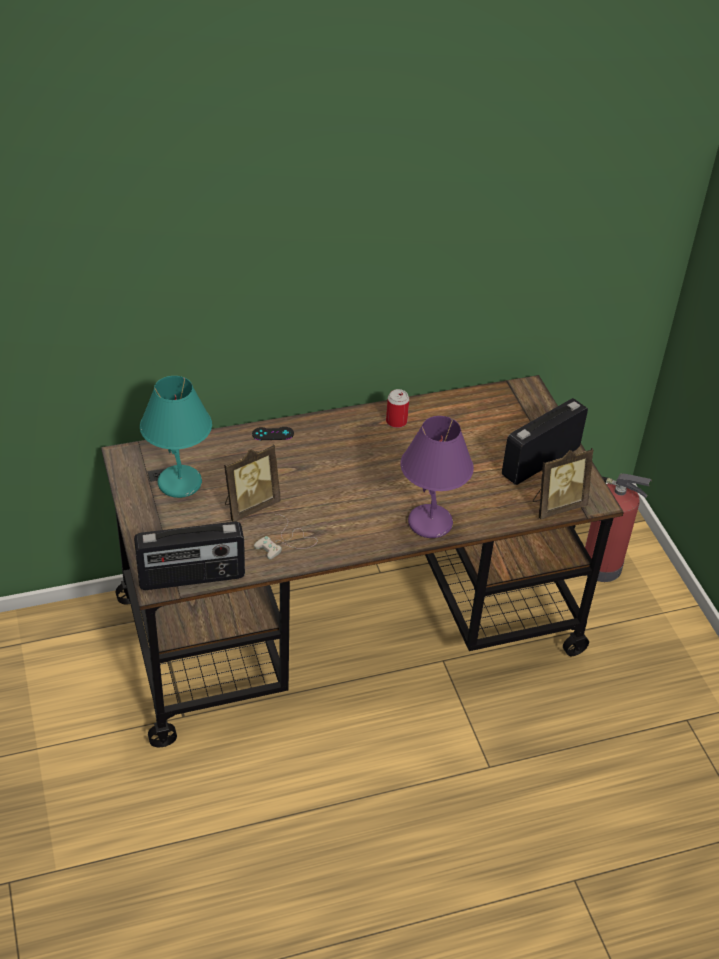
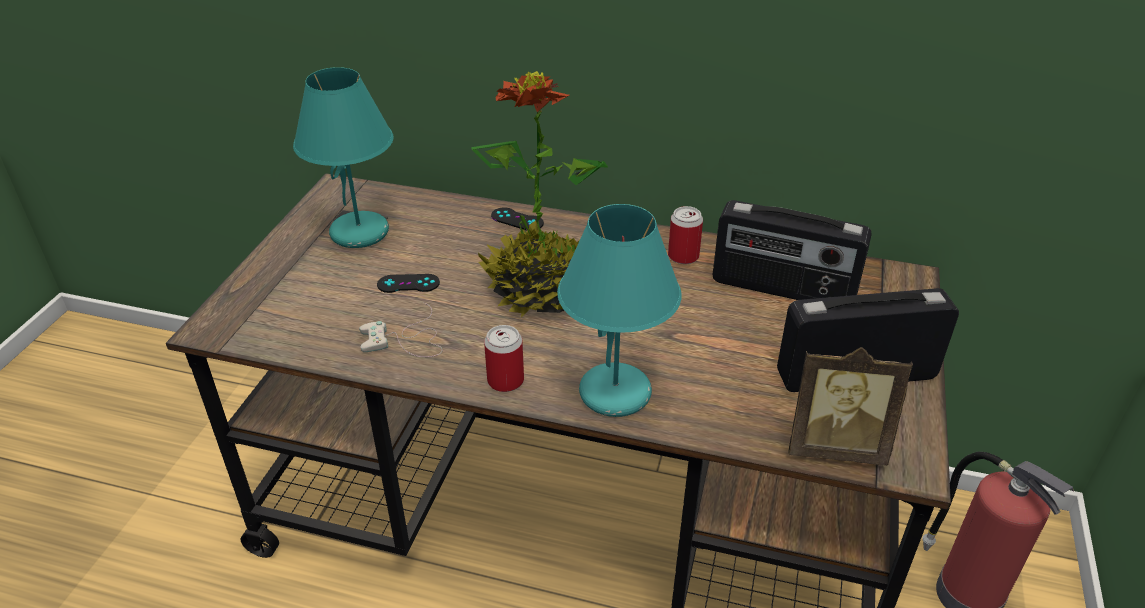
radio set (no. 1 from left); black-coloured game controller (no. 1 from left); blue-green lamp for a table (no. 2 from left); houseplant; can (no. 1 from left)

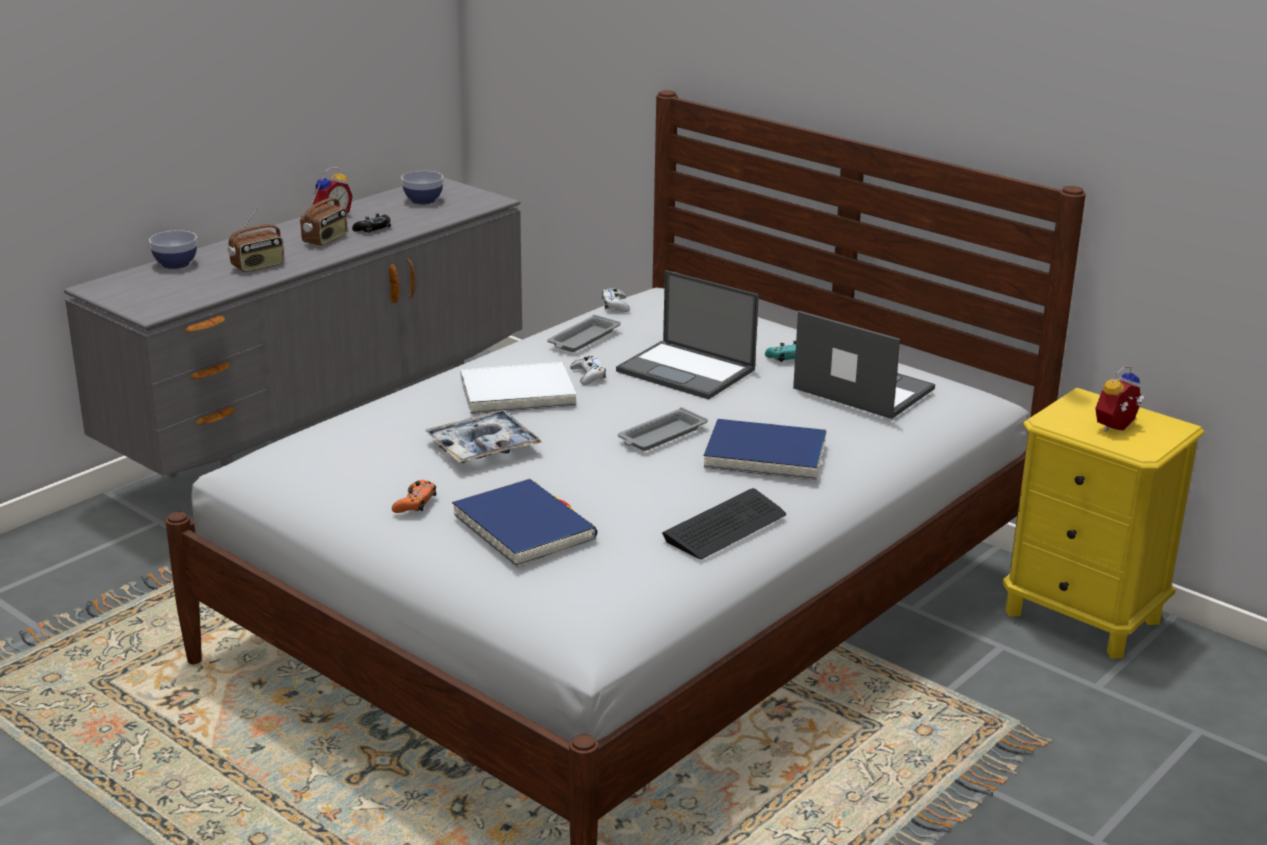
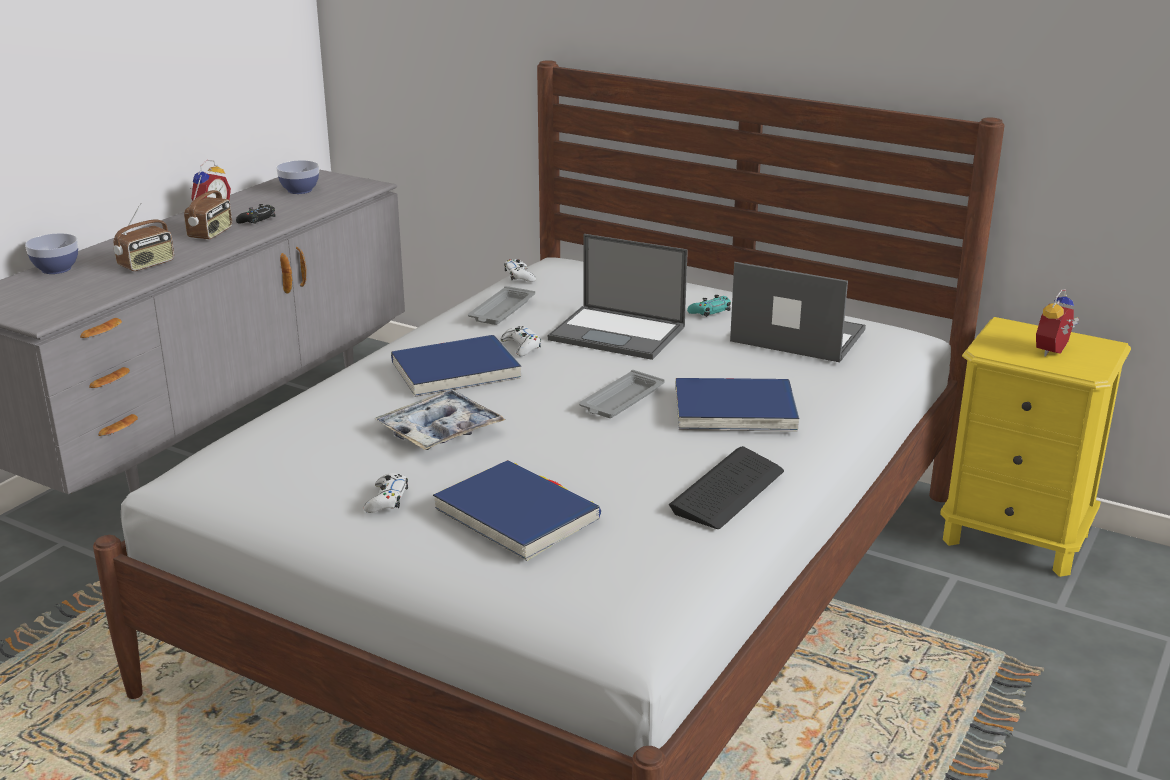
white-coloured game controller (no. 1 from left); blue-coloured volume (no. 1 from left)

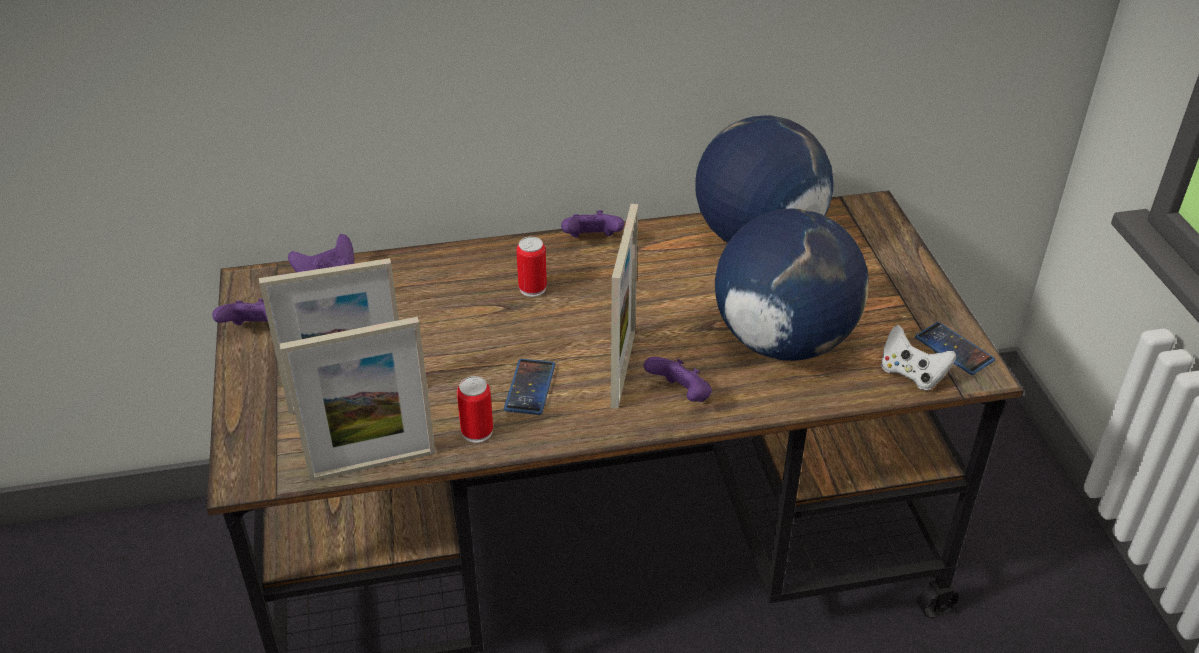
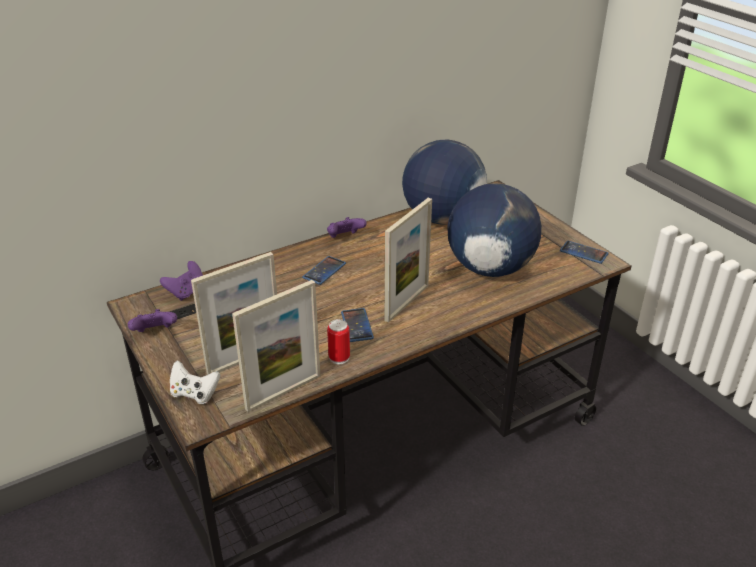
handset (no. 1 from left); photo frame (no. 3 from left); purplish game controller (no. 4 from left in the first image); white-coloured game controller

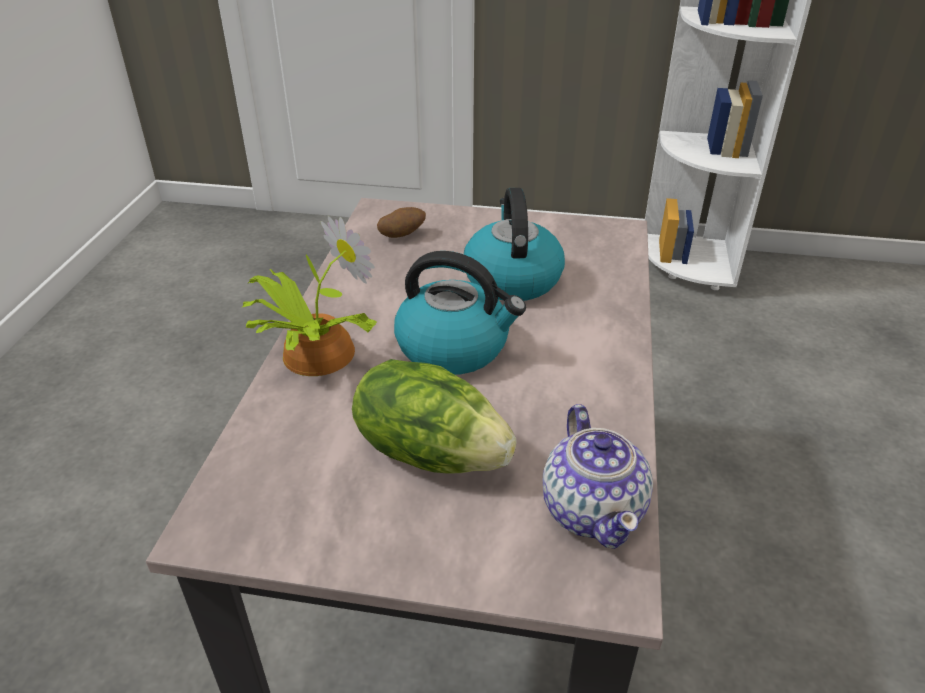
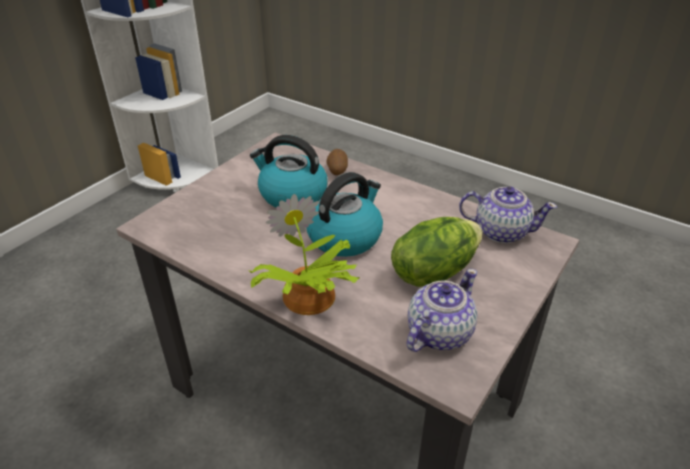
potato; tea pot (no. 1 from left)

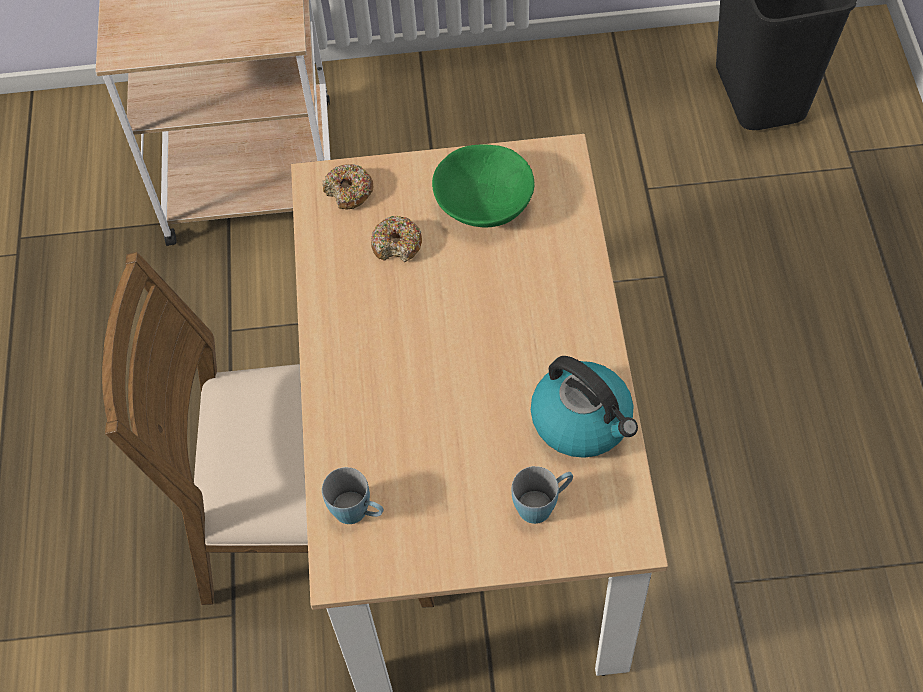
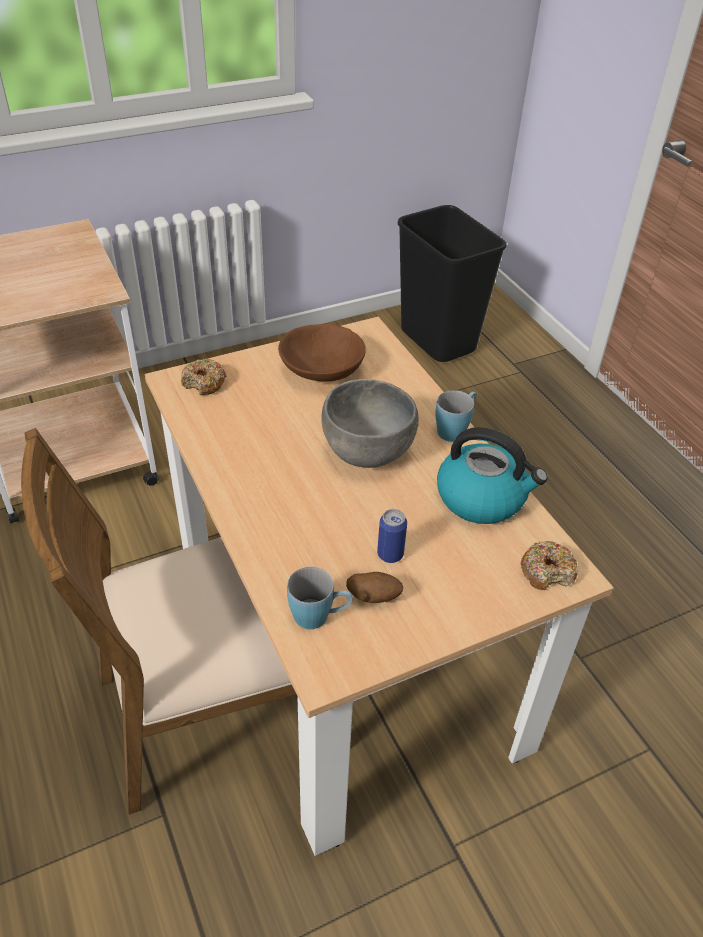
doughnut (no. 2 from left); brown bowl; blue-coloured tea mug (no. 2 from left); grey bowl; potato; can

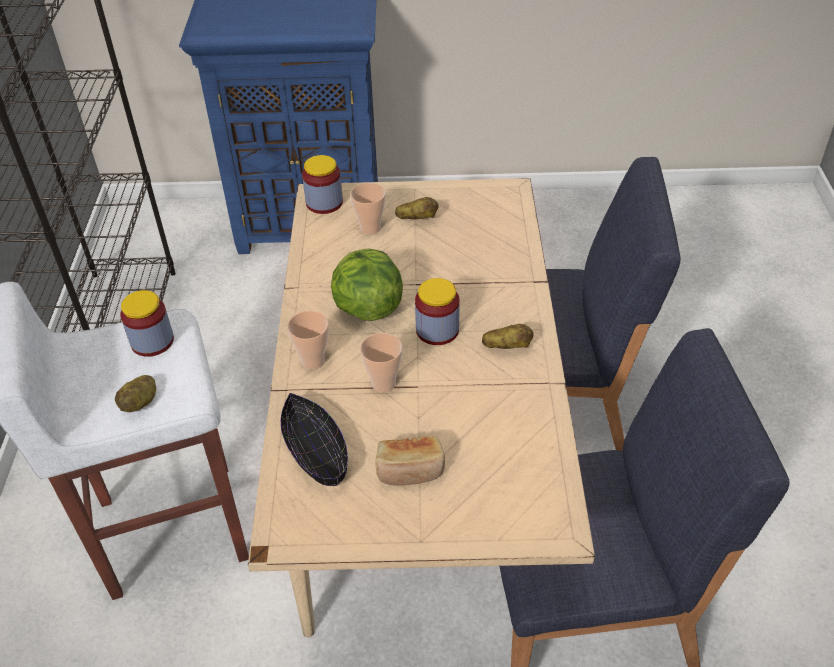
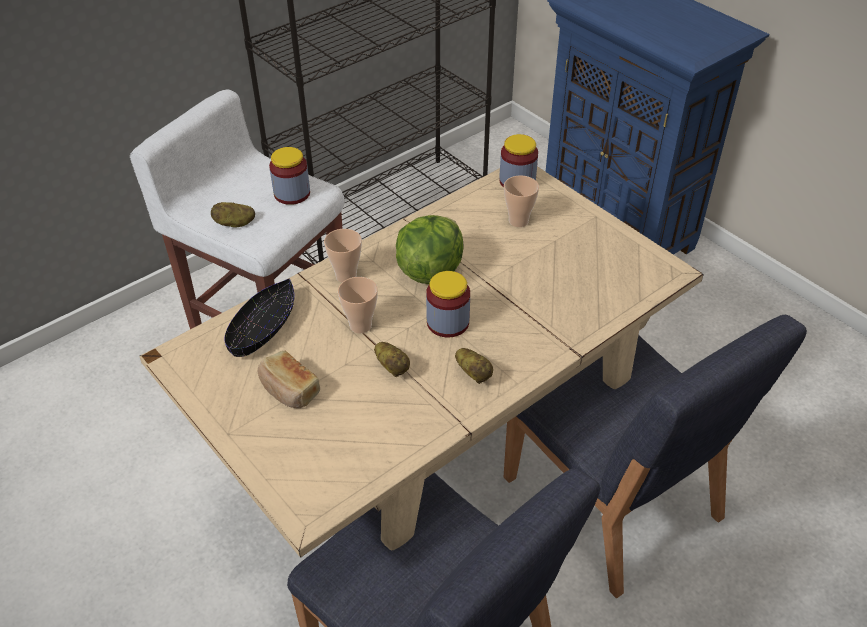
potato (no. 2 from left)

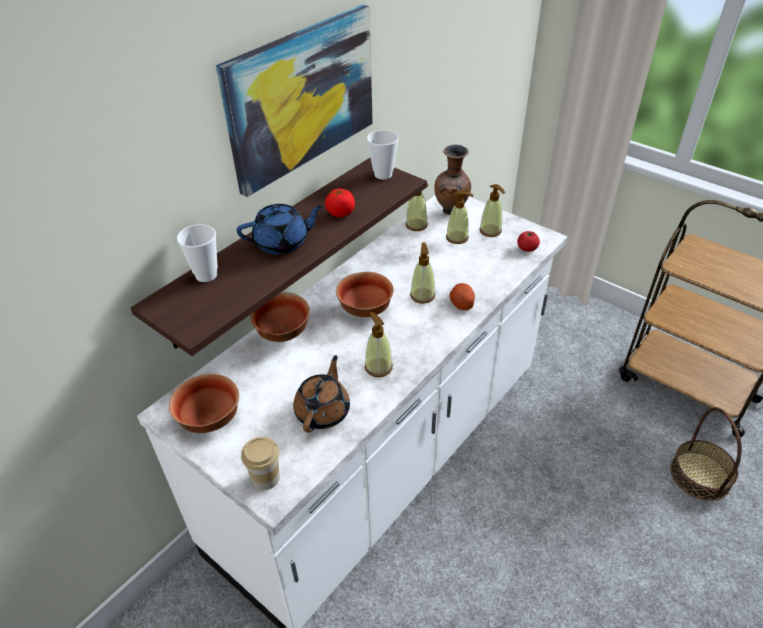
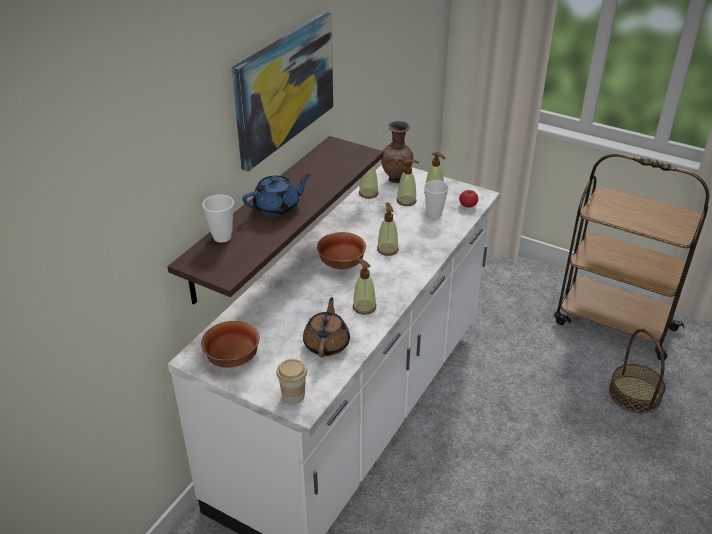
bowl (no. 2 from left in the first image); tomato (no. 1 from left in the first image); drinking cup (no. 3 from left); potato

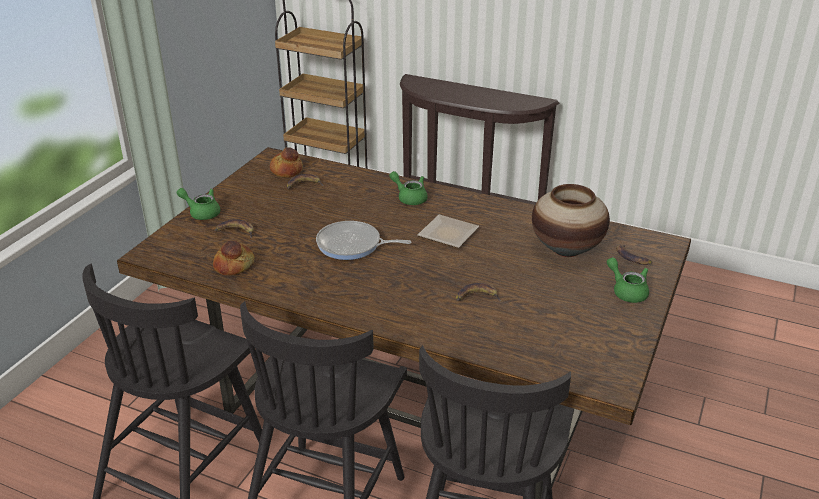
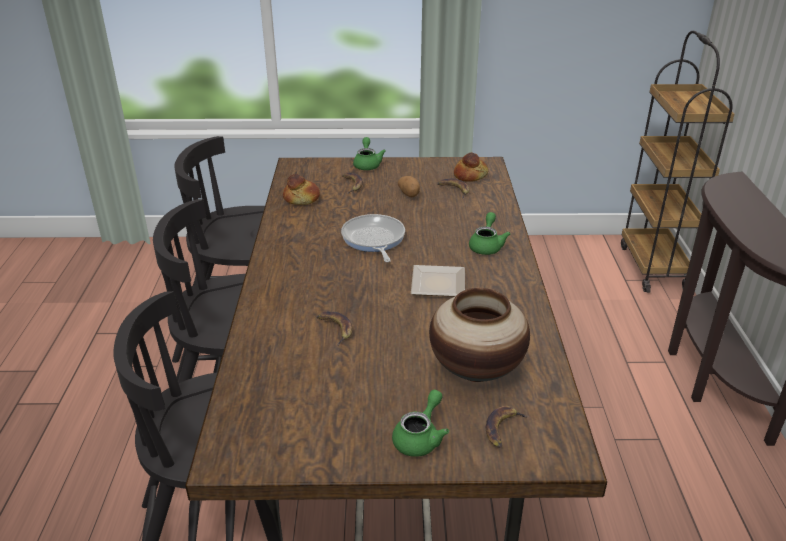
potato

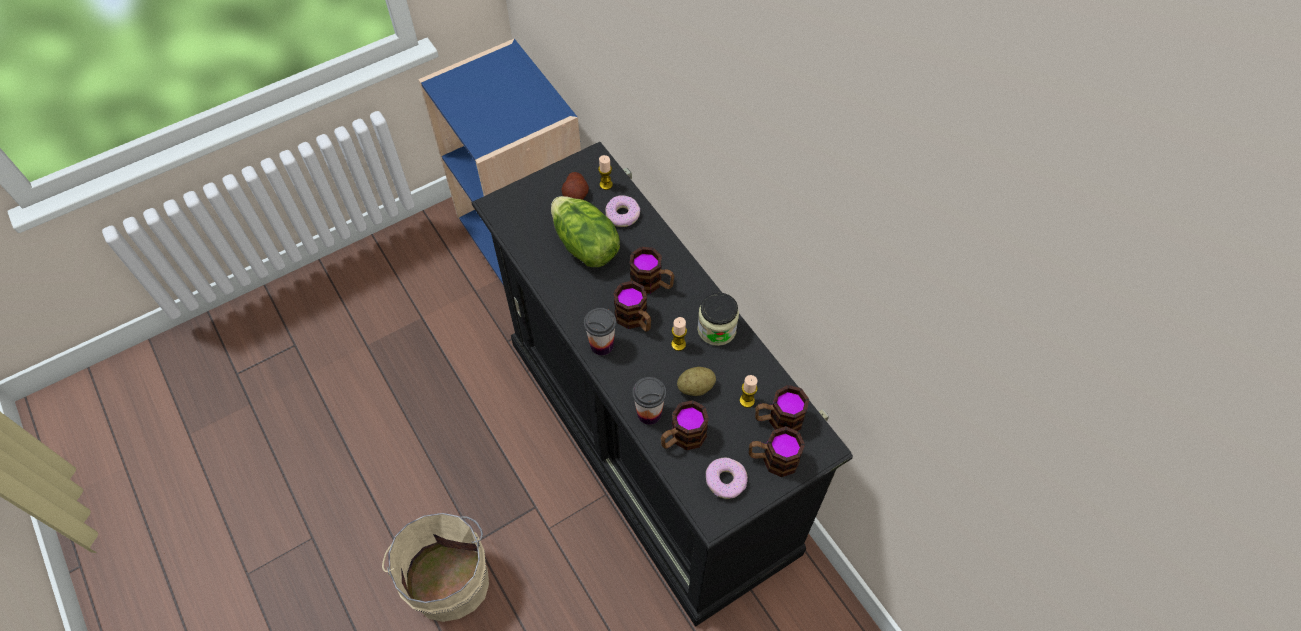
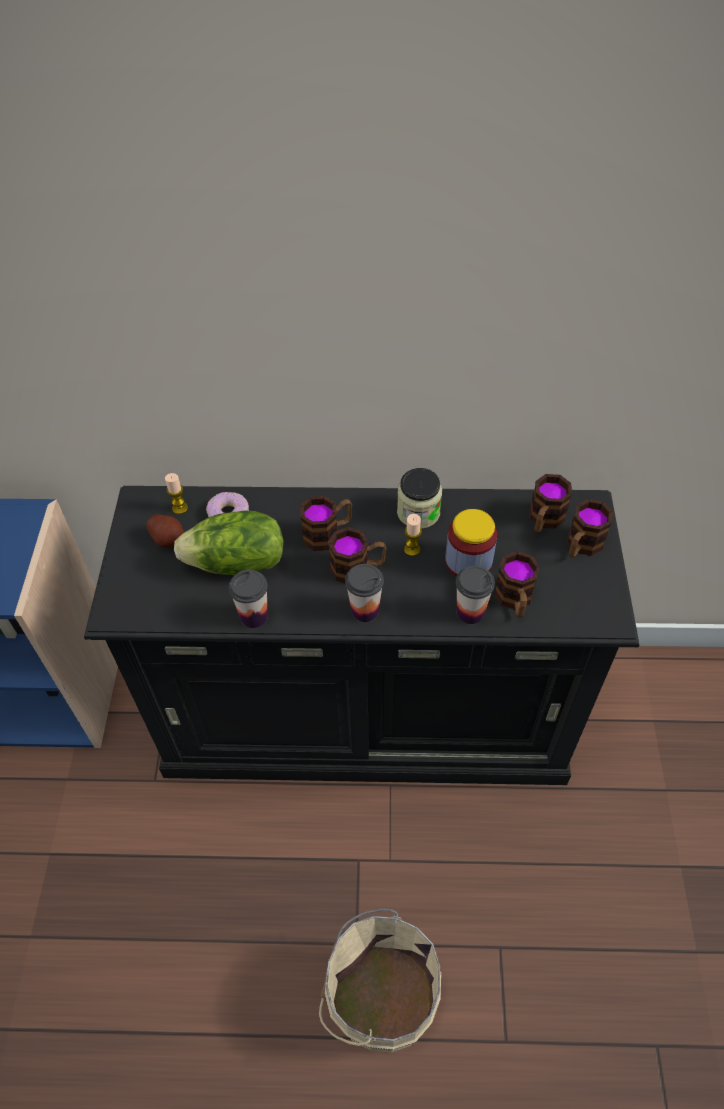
preserve jar (no. 2 from left); doughnut (no. 2 from left in the first image); candle (no. 3 from left in the first image); drinking cup (no. 1 from left)

